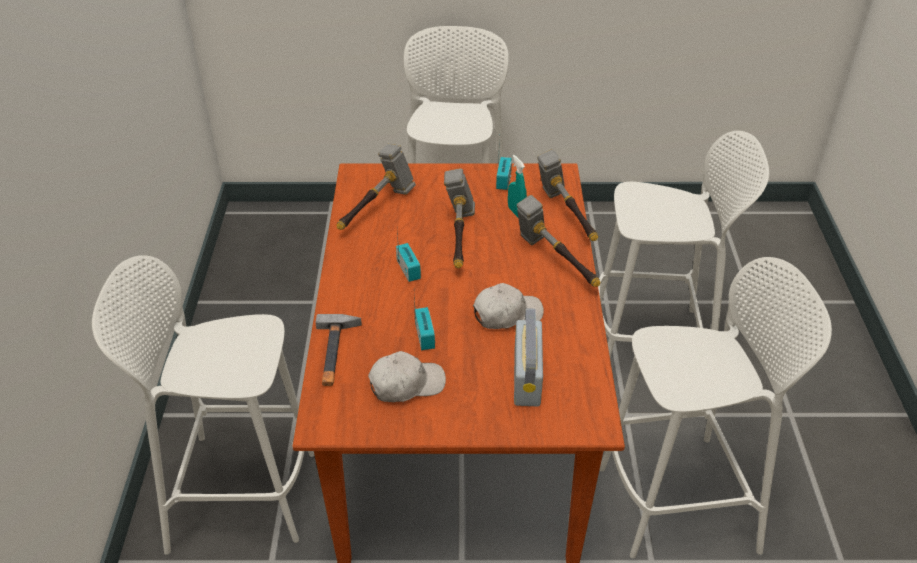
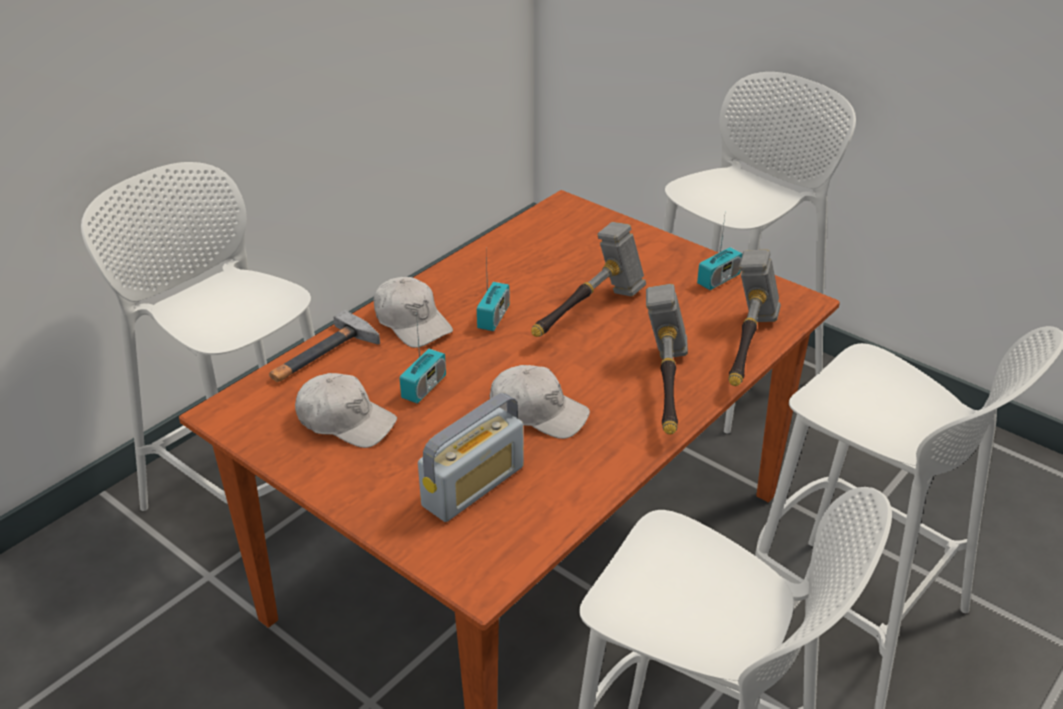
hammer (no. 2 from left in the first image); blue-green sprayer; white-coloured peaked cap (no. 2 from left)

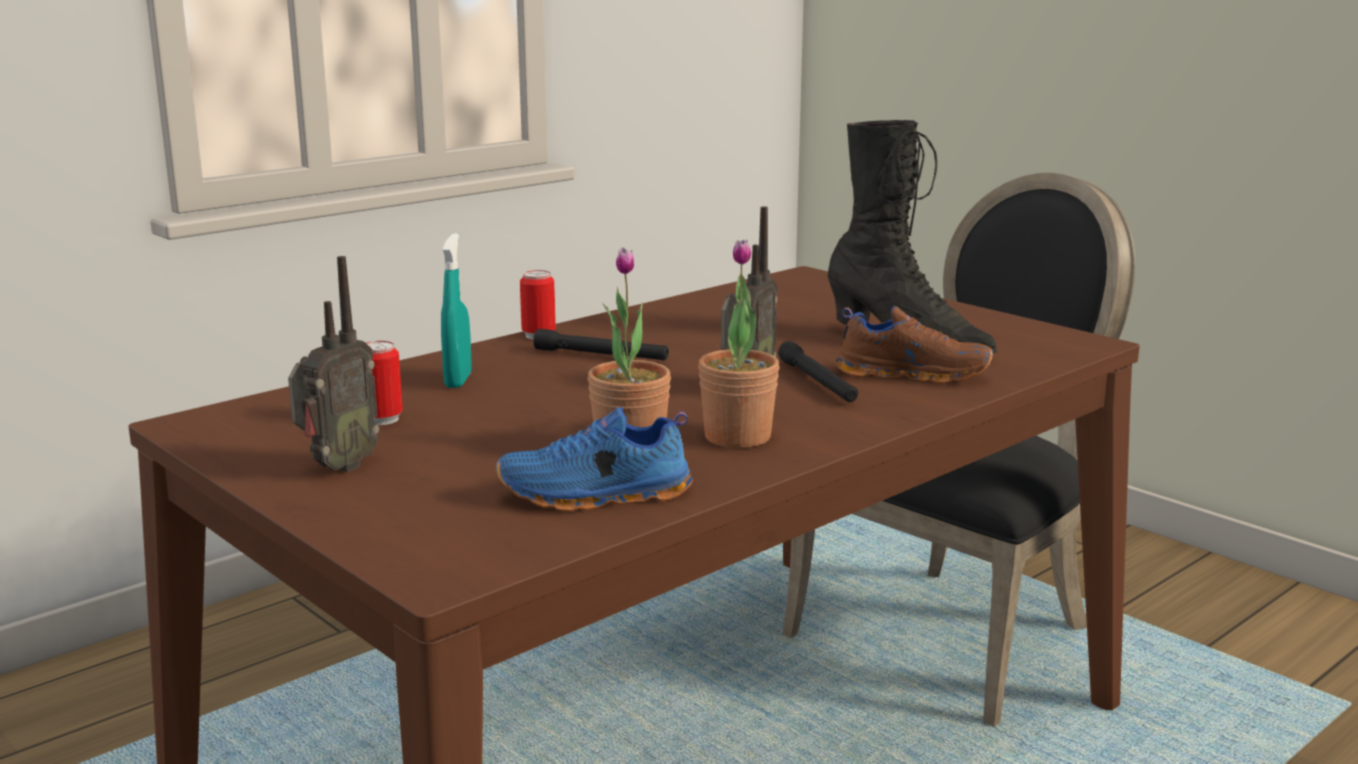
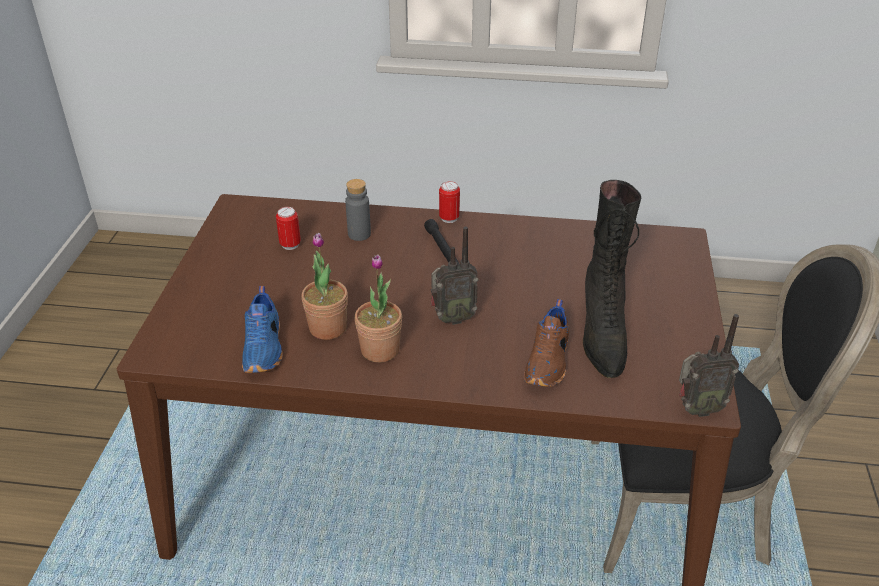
radio set (no. 2 from left); grey drink bottle; blue-coloured low shoe; black-coloured hand torch (no. 2 from left in the first image); brown low shoe

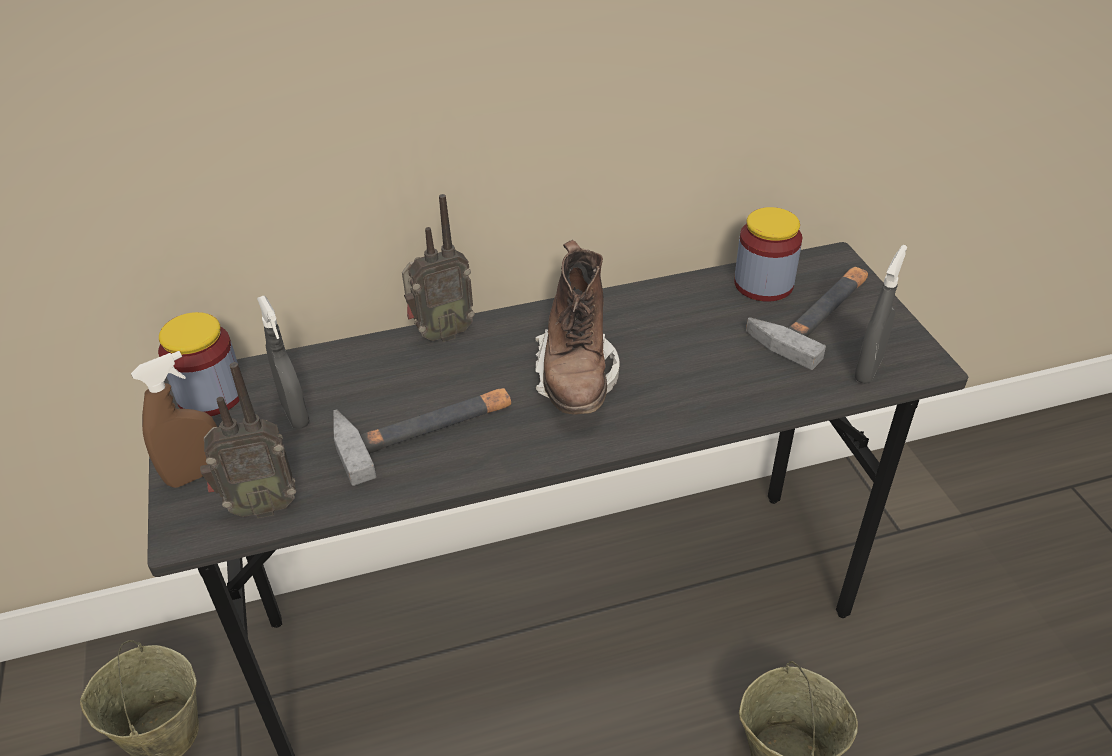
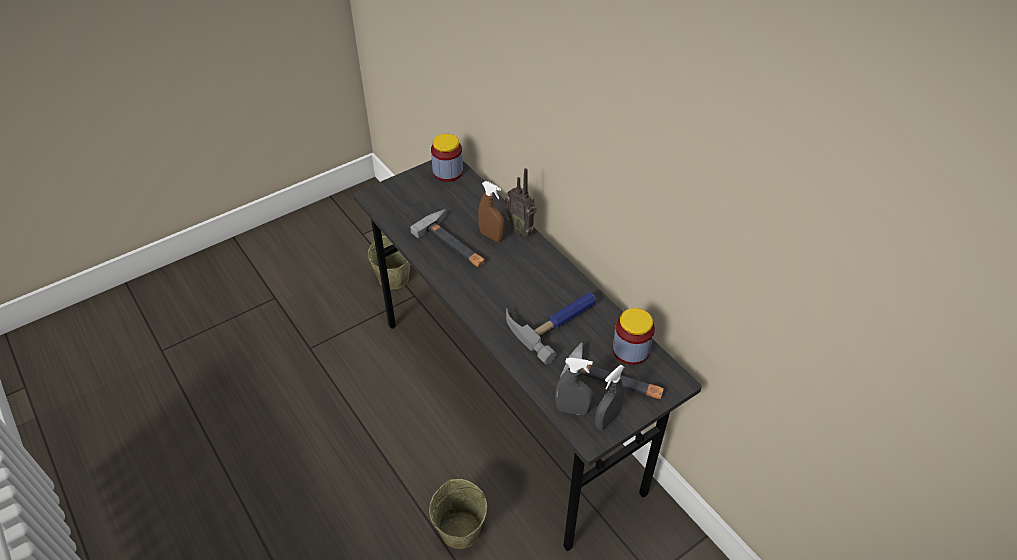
brown sprayer; radio set (no. 1 from left in the first image); grey sprayer (no. 2 from left); brown high-top boot; hammer (no. 2 from left)

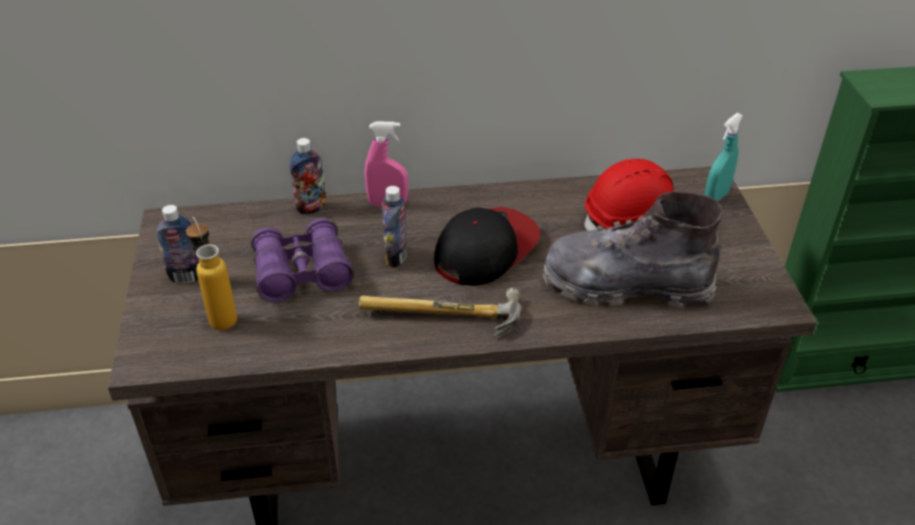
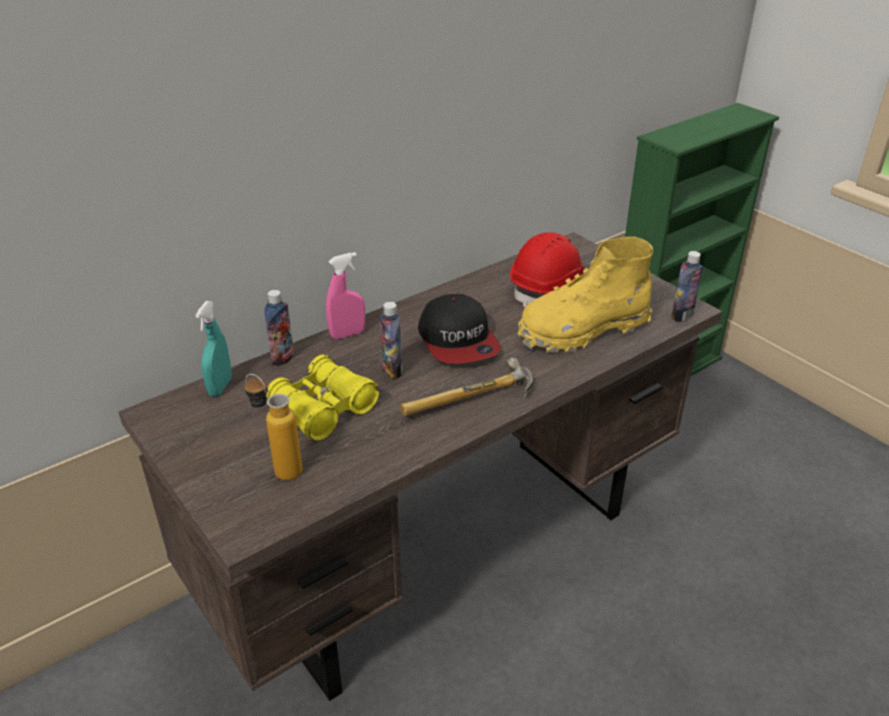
drink bottle (no. 4 from left); yellow binoculars; peaked cap; yellow high-top boot; blue-green sprayer

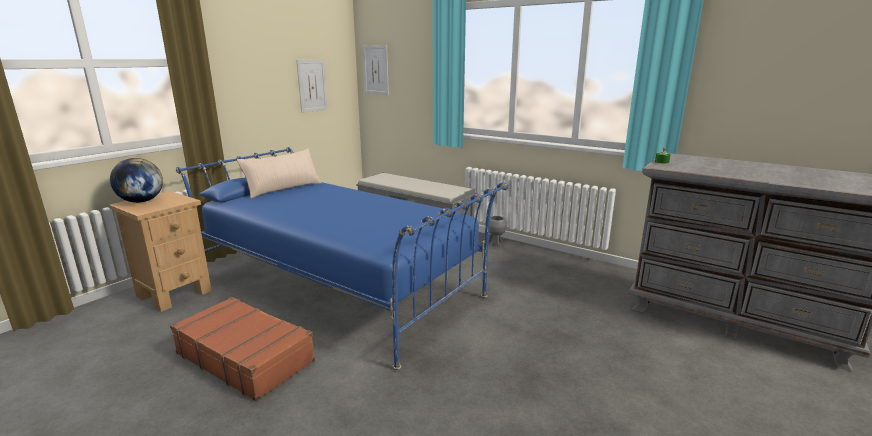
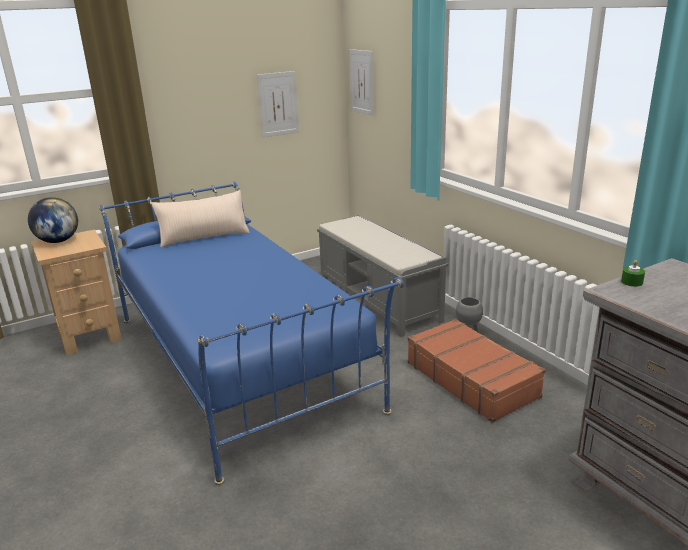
brown travel case

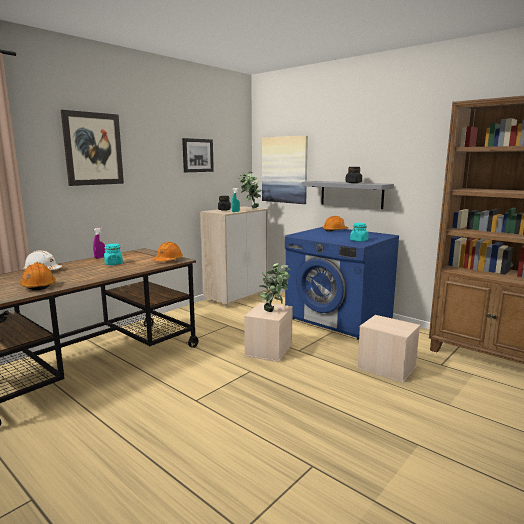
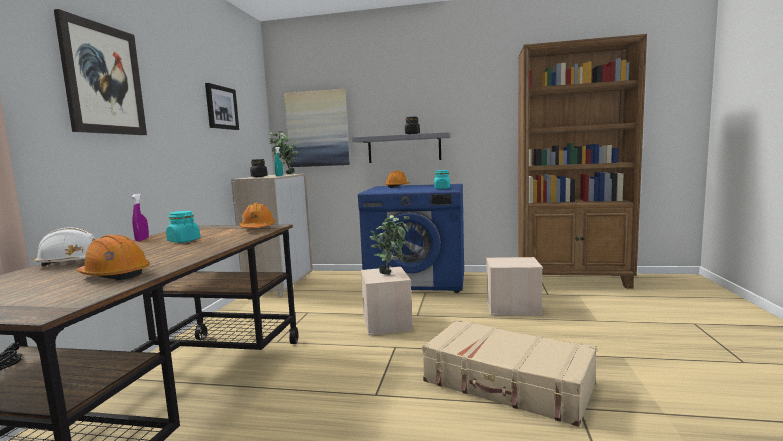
beige-coloured travel case

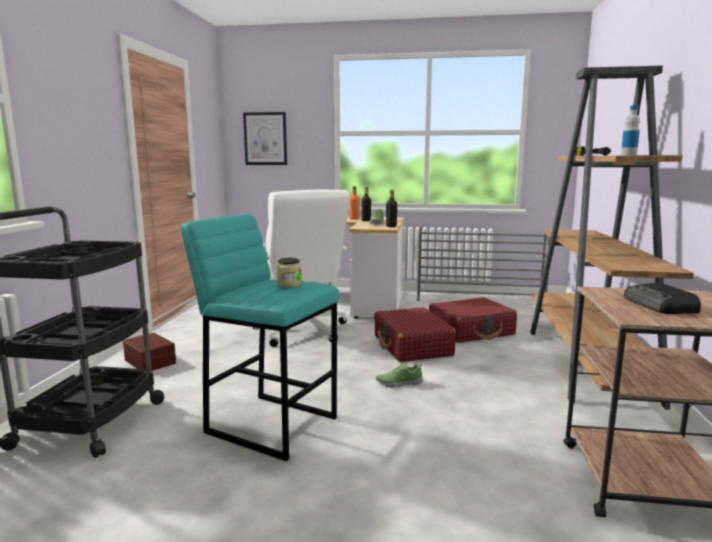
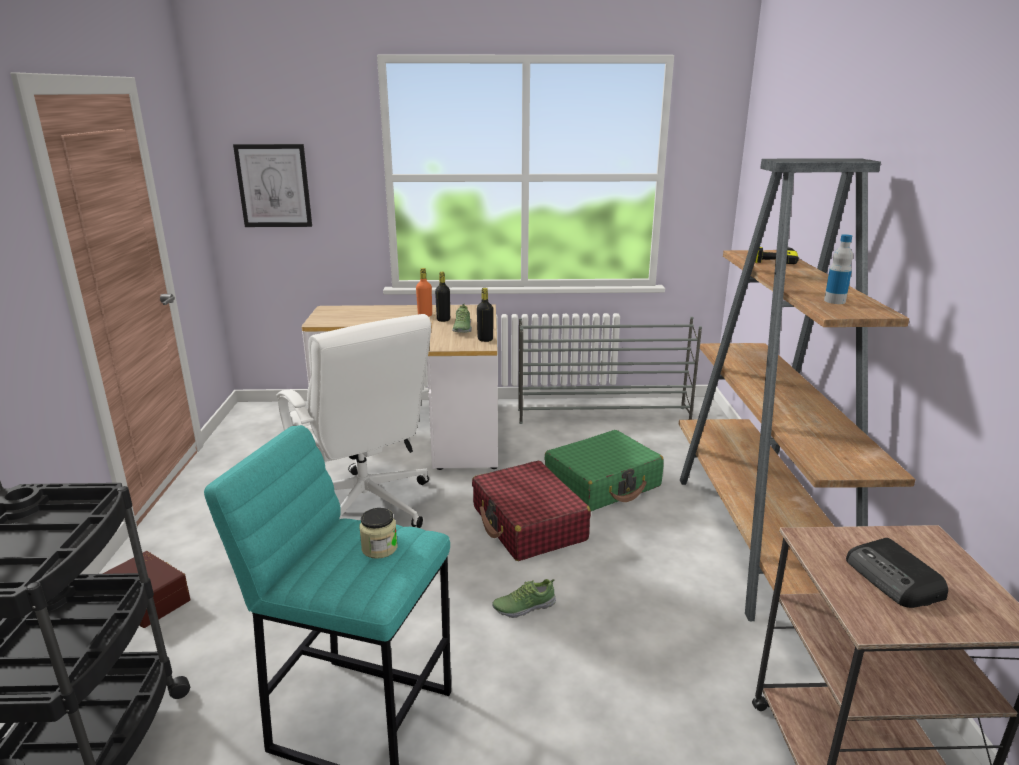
green-coloured travel case

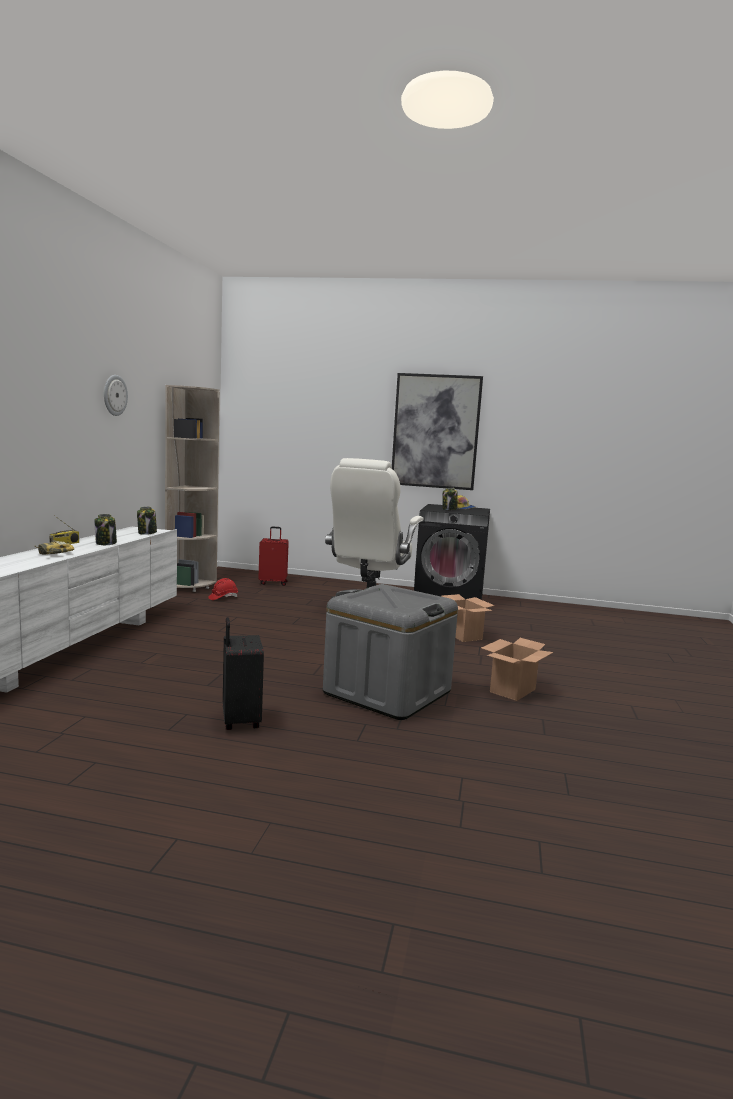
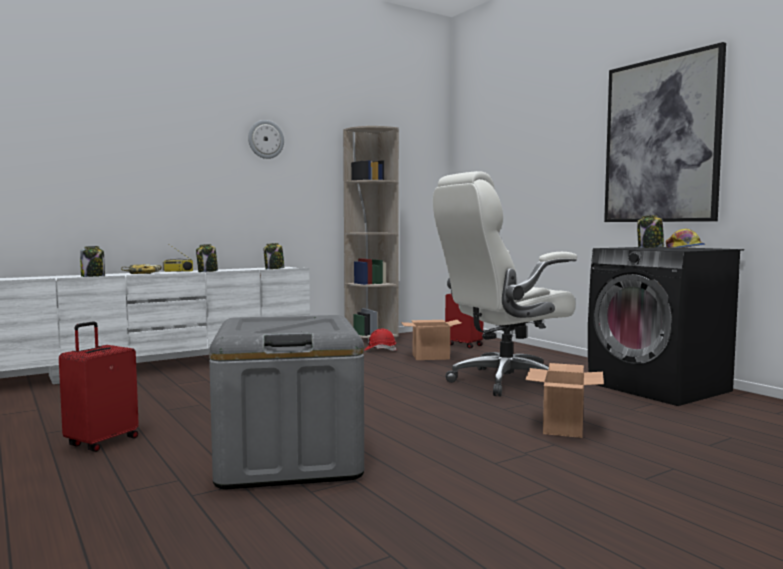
reddish travel case (no. 1 from left); cardboard box (no. 1 from left); preserve jar (no. 1 from left)

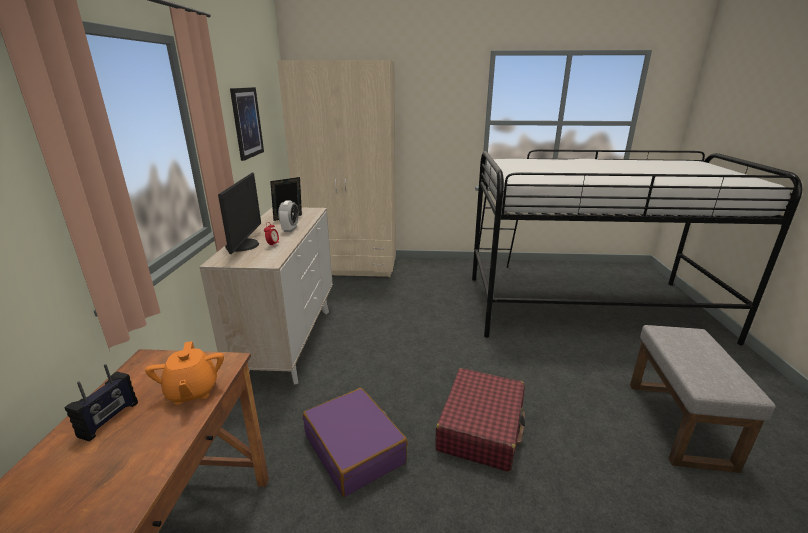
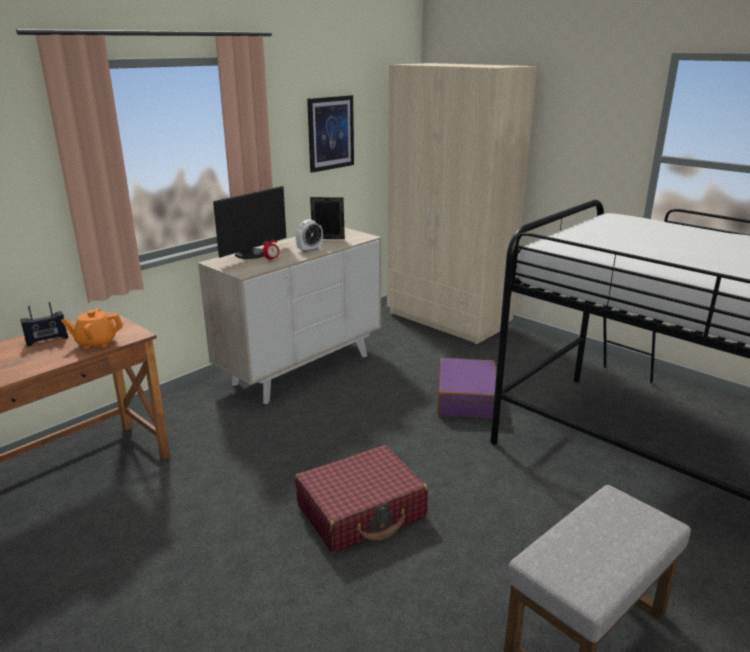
orangey tea pot; purplish travel case

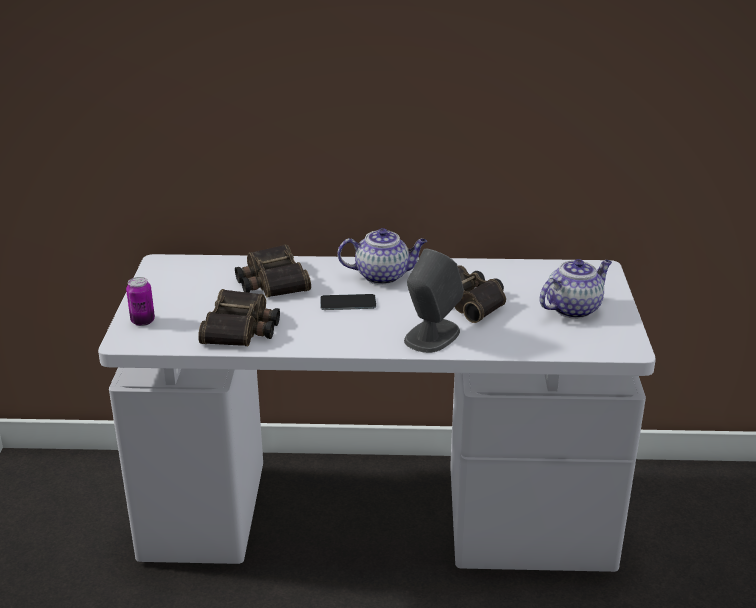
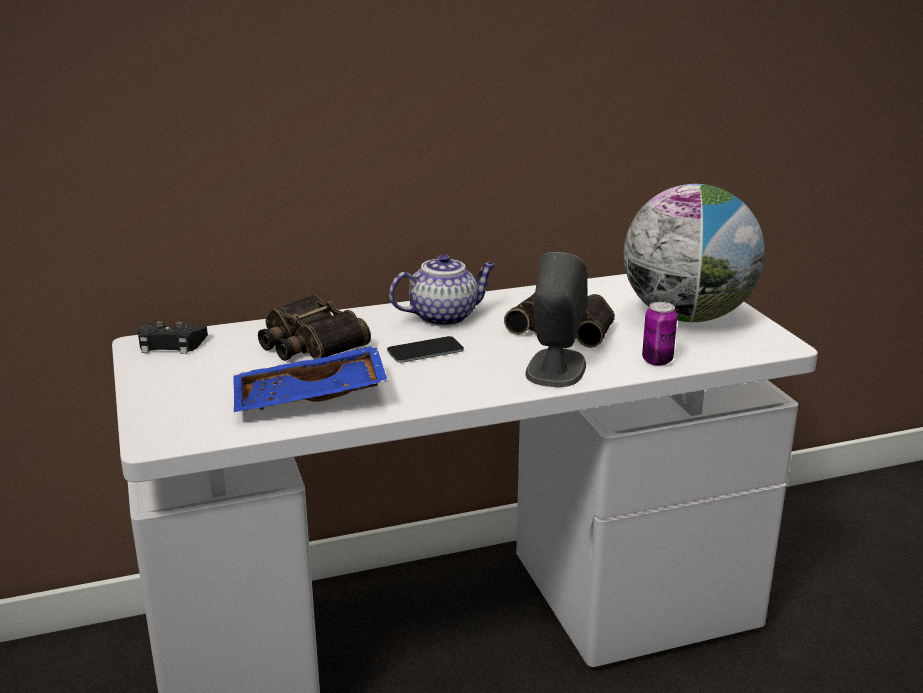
can; blue-coloured carrying tray; desk globe; black-coloured game controller

